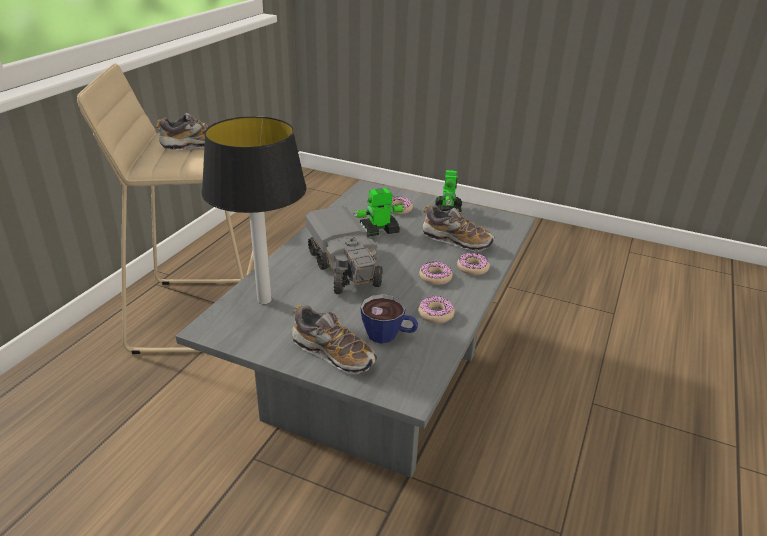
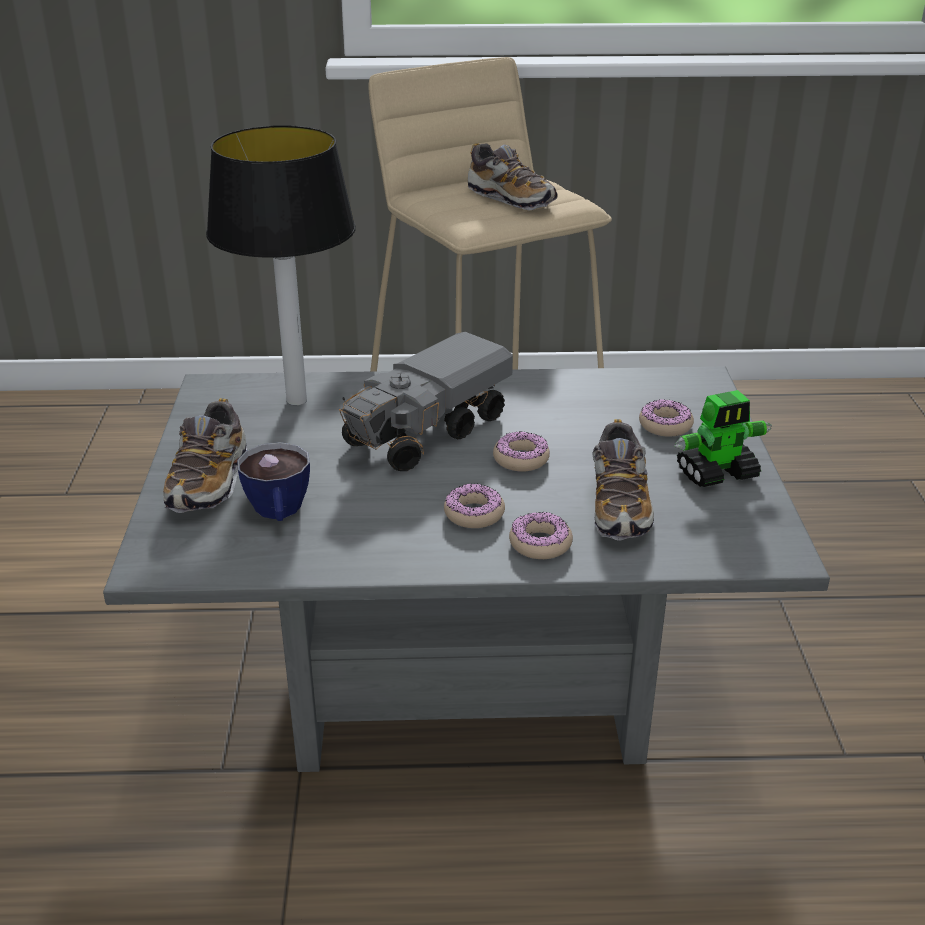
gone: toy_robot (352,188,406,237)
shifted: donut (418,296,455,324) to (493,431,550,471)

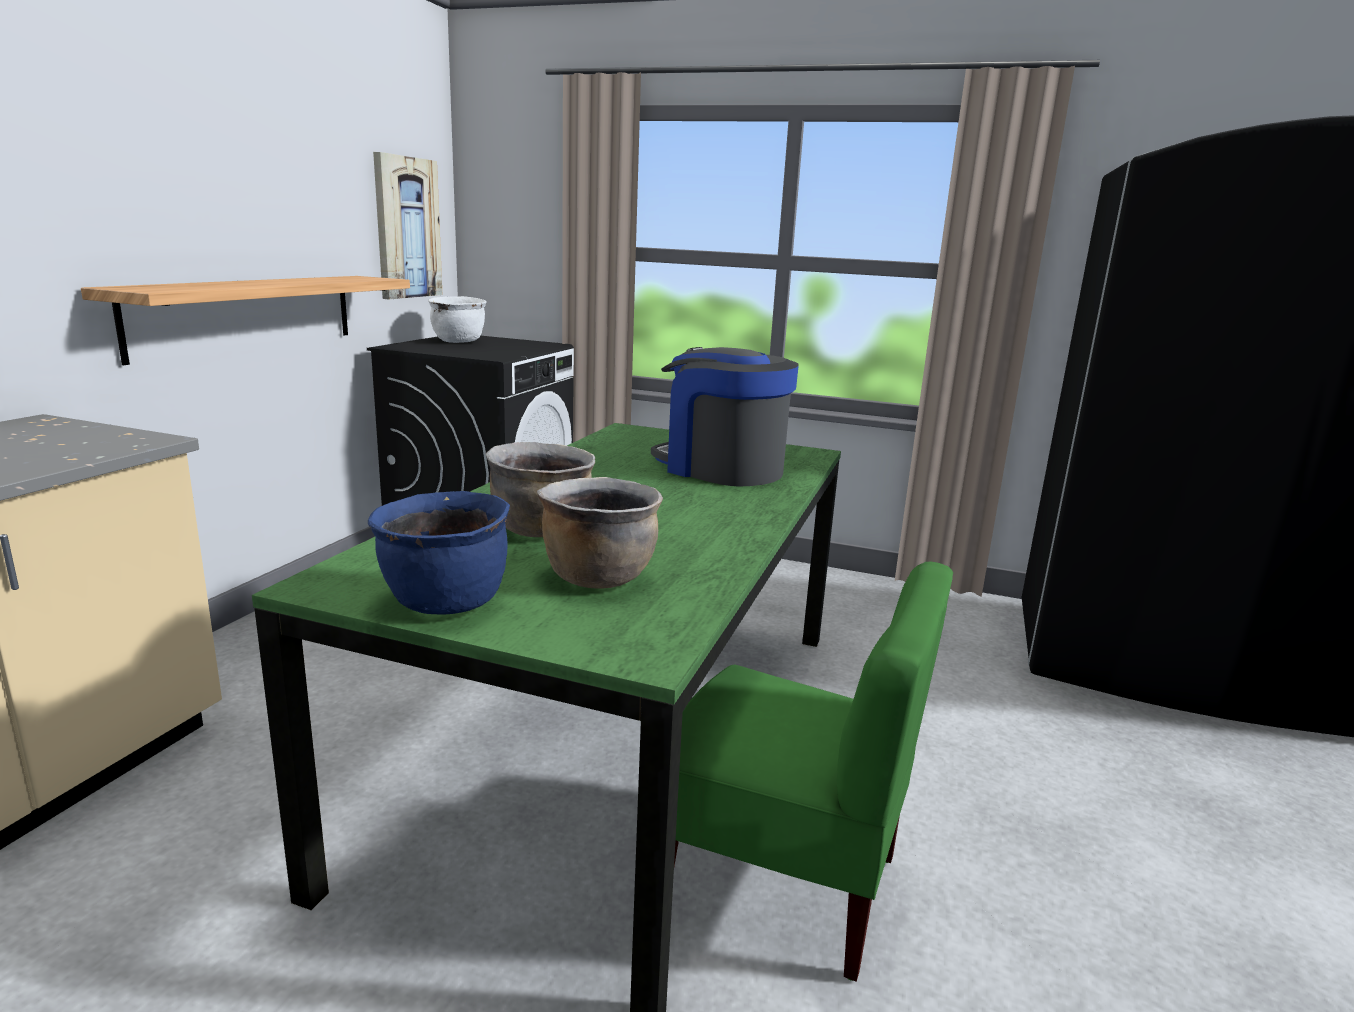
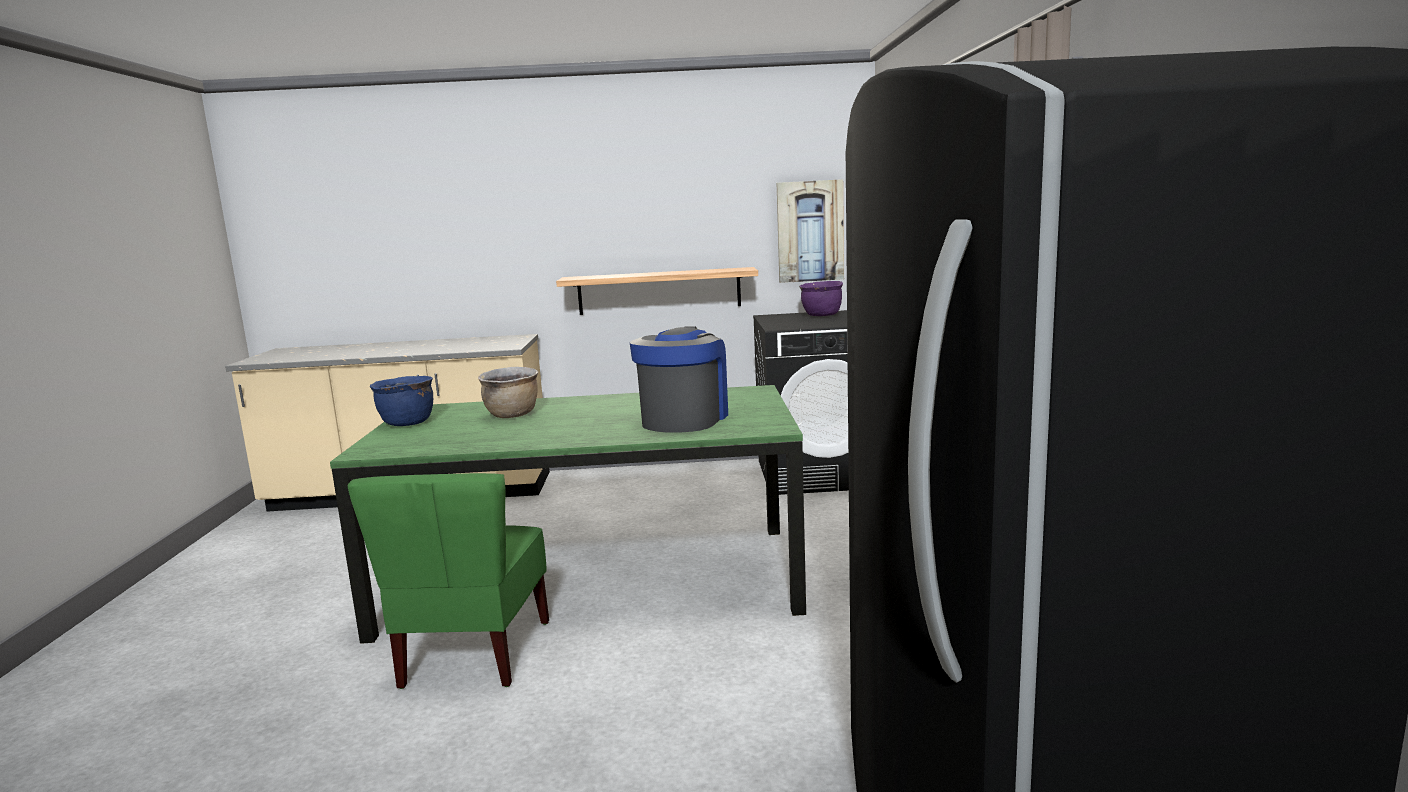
gone: brown_cooking_pot (537,477,663,589)
repainted: white_cooking_pot (428,296,487,343) to purple_cooking_pot (799,281,843,316)

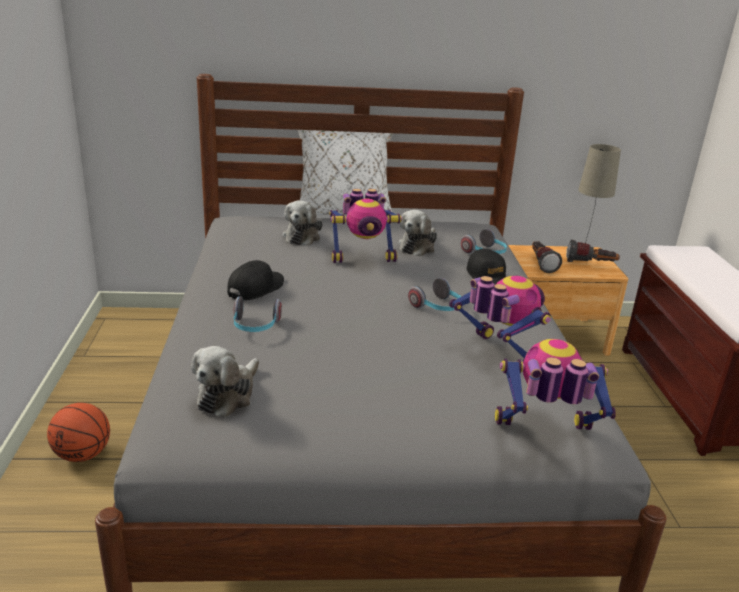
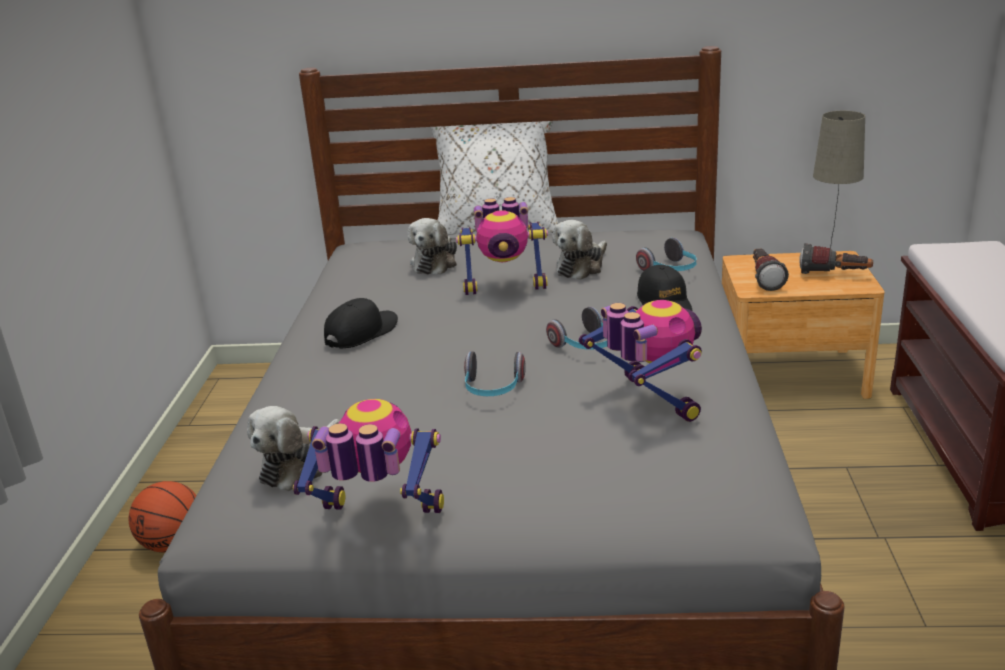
shifted: headphones (234,296,282,332) to (464,351,526,396); toy_robot (495,339,617,430) to (293,399,444,513)

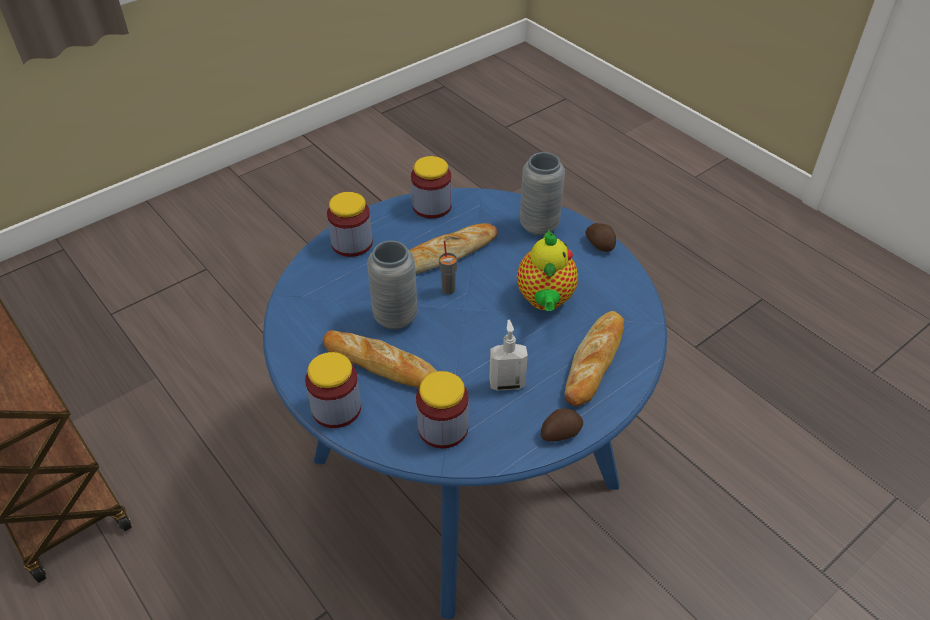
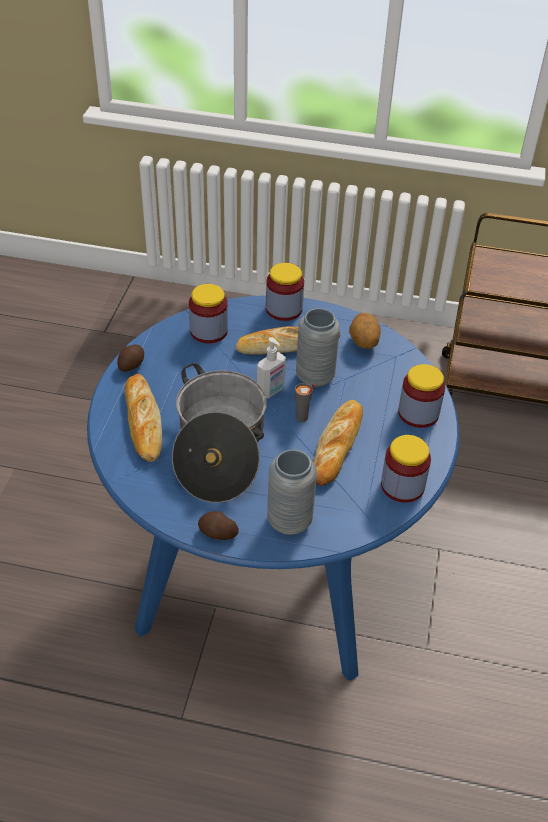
new: potato (349,313,381,349)
shifted: soap_dispenser (489,320,528,391) to (257,337,286,399)
swapped: teapot (517,229,578,311) to cooking_pot (172,363,267,503)

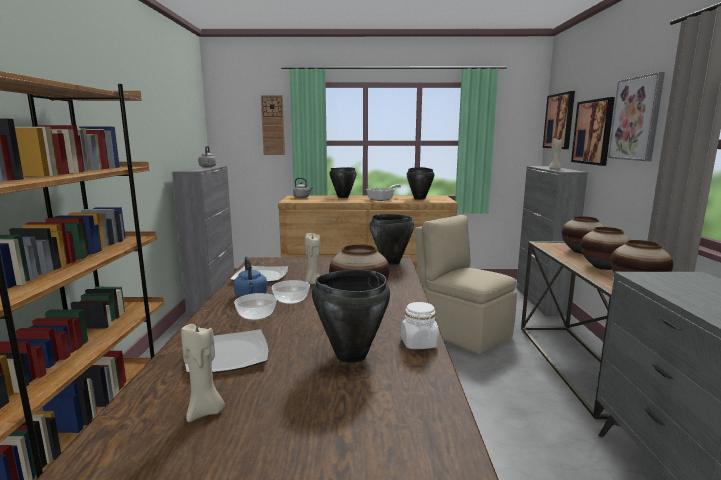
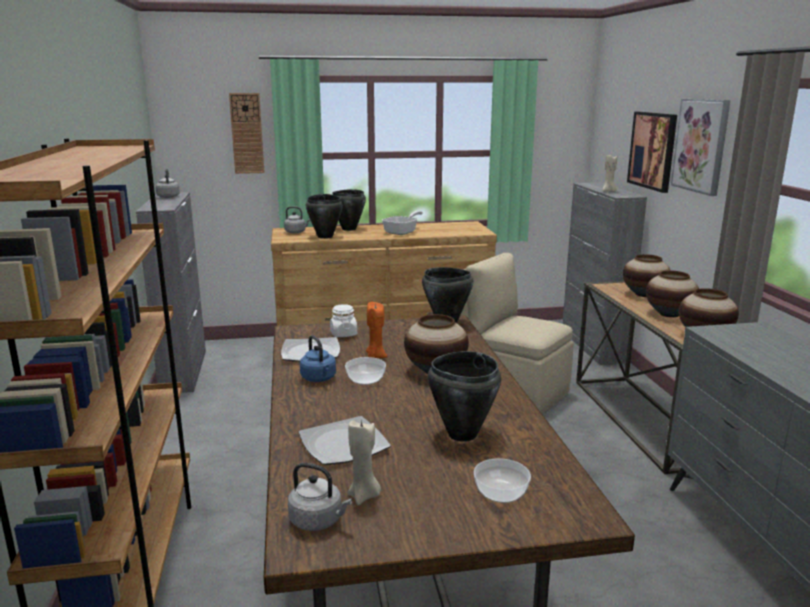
gone: picture (543,91,575,149)
new: grey_kettle (288,463,352,531)
shifted: bowl (234,293,277,321) to (474,458,531,503); white_jar (401,302,439,349) to (330,304,357,337); black_cooking_pot (407,167,434,200) to (306,194,343,239)
repainted: beige_candle (305,233,320,285) to orange_candle (366,302,387,358)

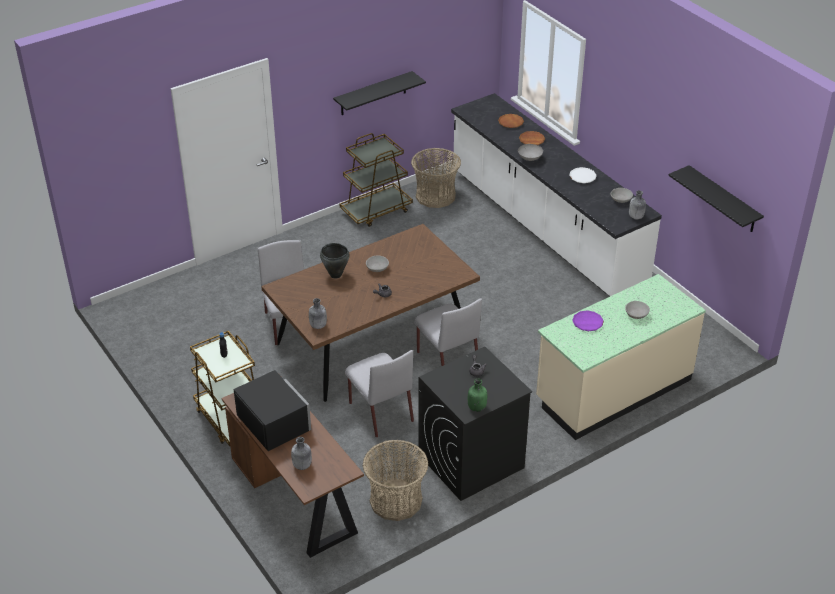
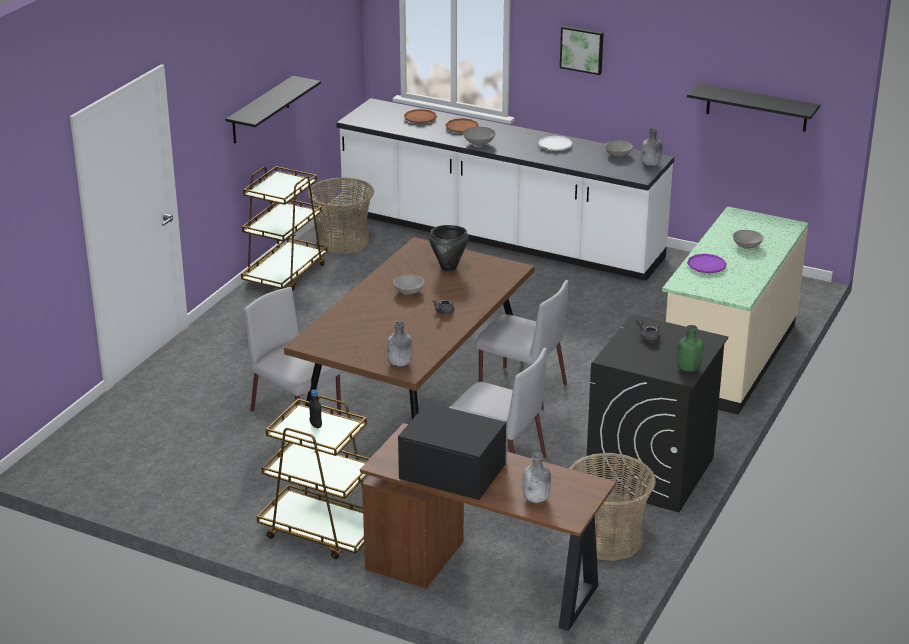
new: picture (560,26,604,75)
shifted: black_cooking_pot (320,243,350,279) to (429,225,469,271)

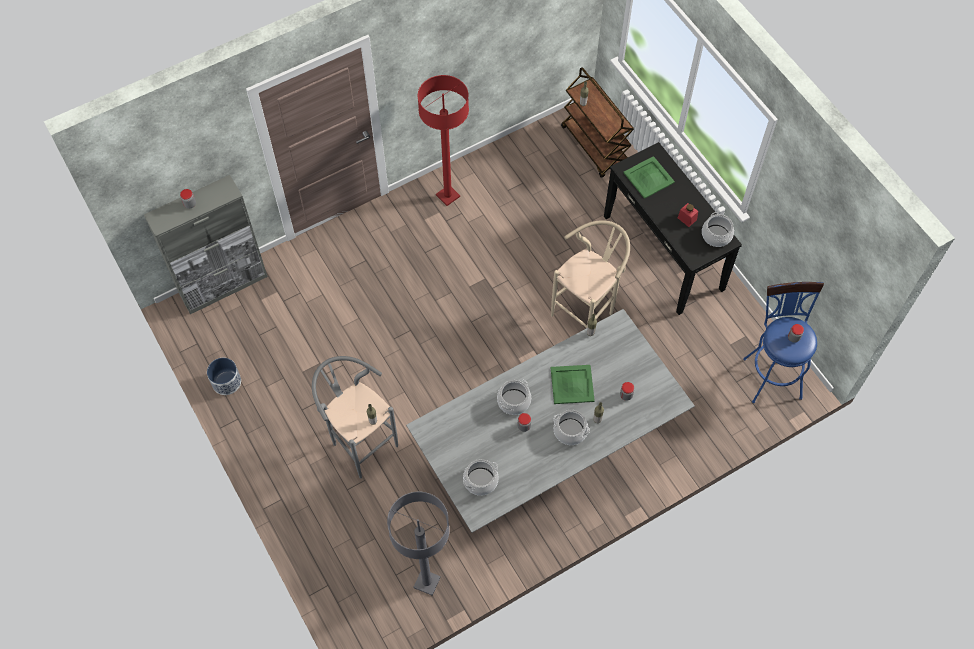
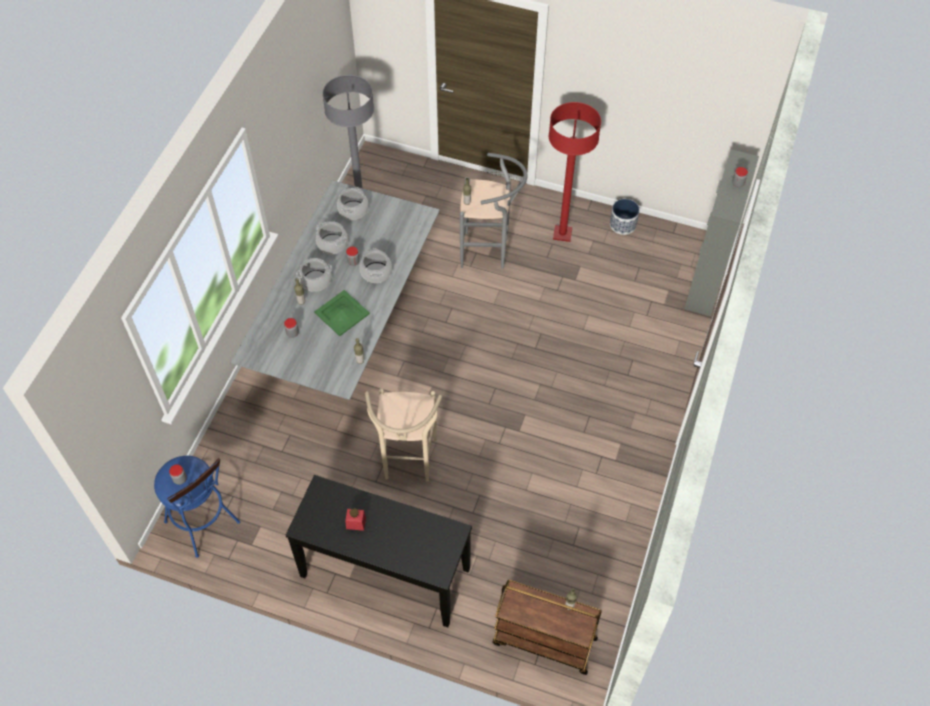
gone: green_tray (623,156,675,199)
shifted: red_floor_lamp (418,75,469,206) to (549,102,601,242); cooking_pot (702,212,734,247) to (316,221,348,254)

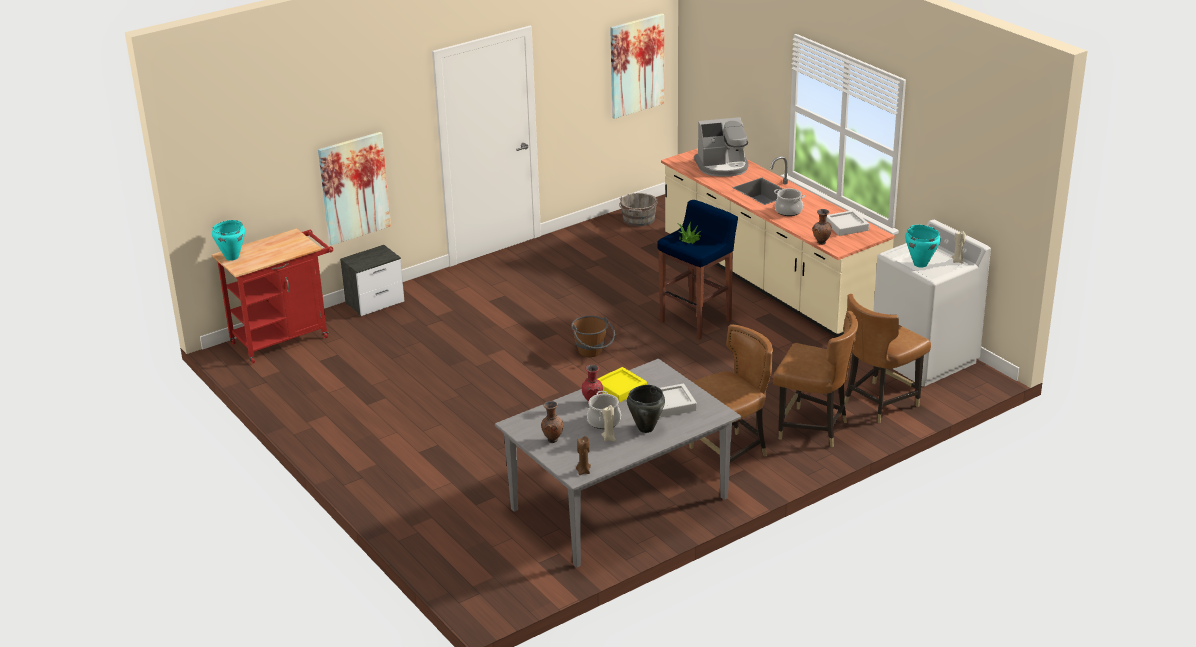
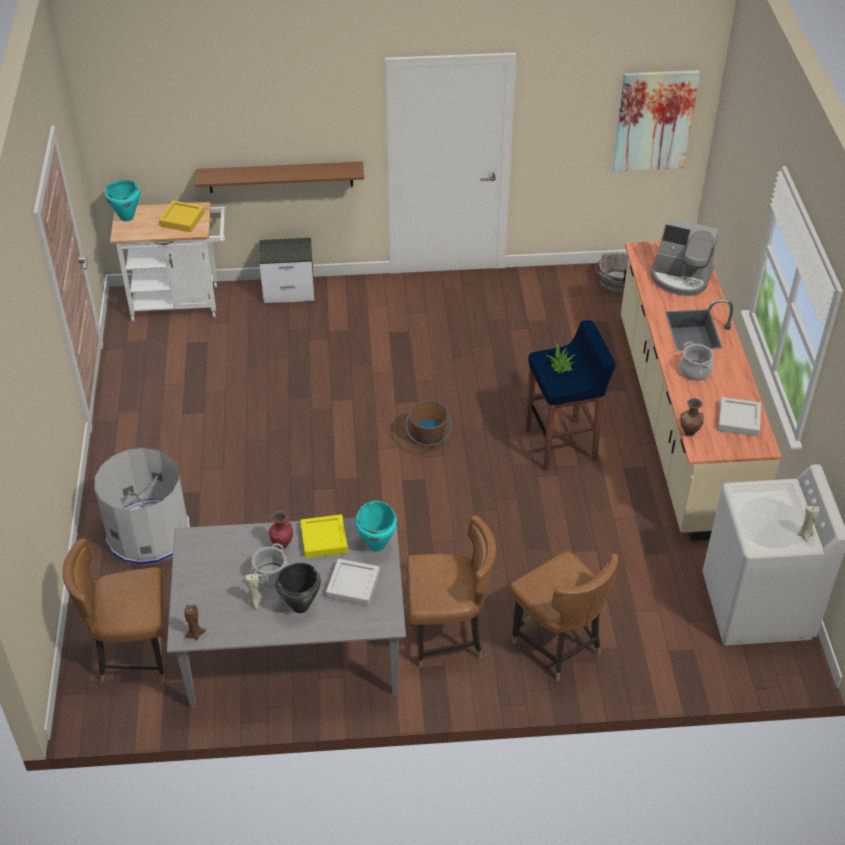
gone: brown_vase (541,401,563,443)
new: grey_trash_can (95,448,190,565); yellow_tray (159,201,205,232)
shifted: brown_chair (844,294,931,423) to (63,538,165,683); turquoise_cooking_pot (905,225,941,267) to (355,501,397,551)
swapped: picture (318,132,391,245) to brown_shelf (195,162,364,193)
repainted: red_cart (212,228,333,364) to white_cart (110,202,226,321)

